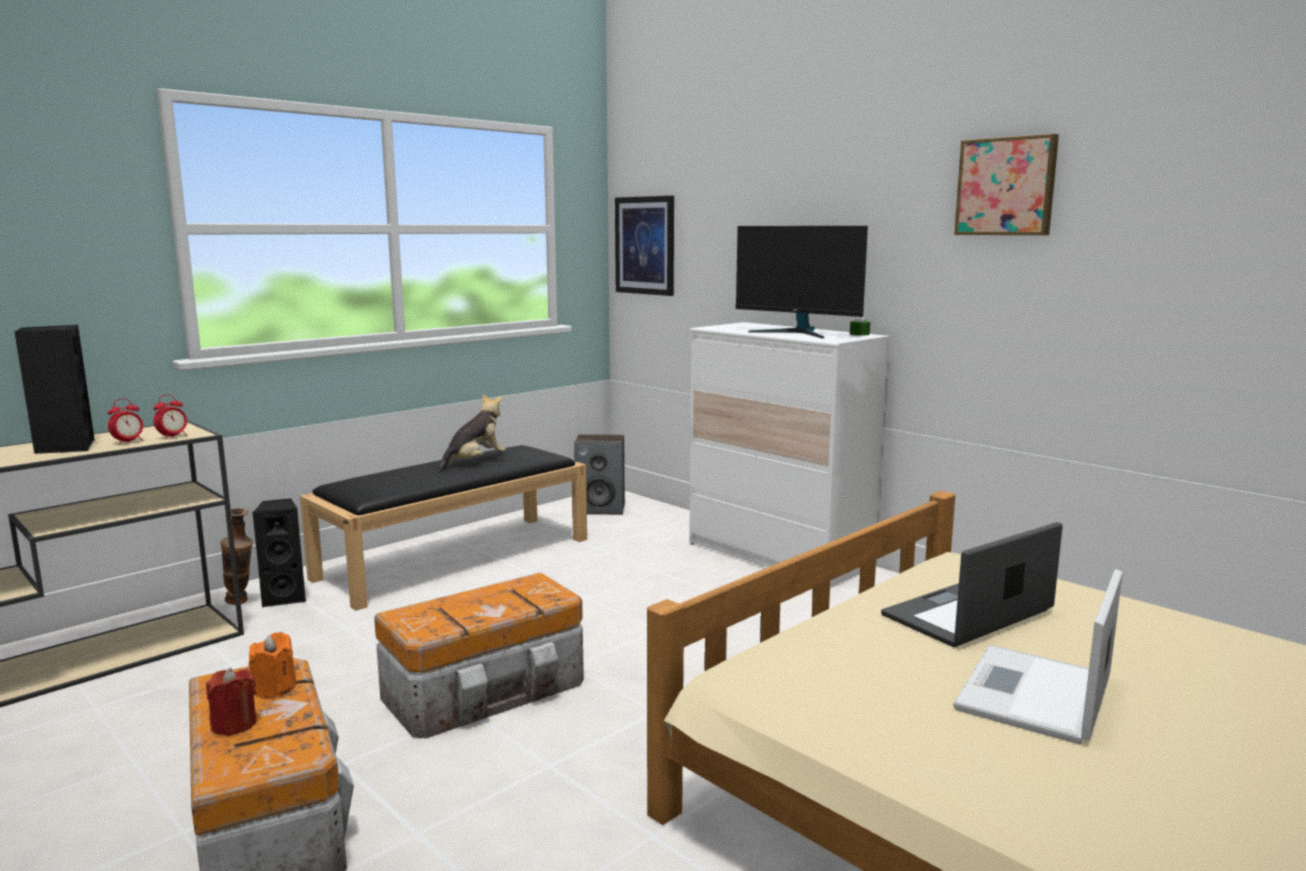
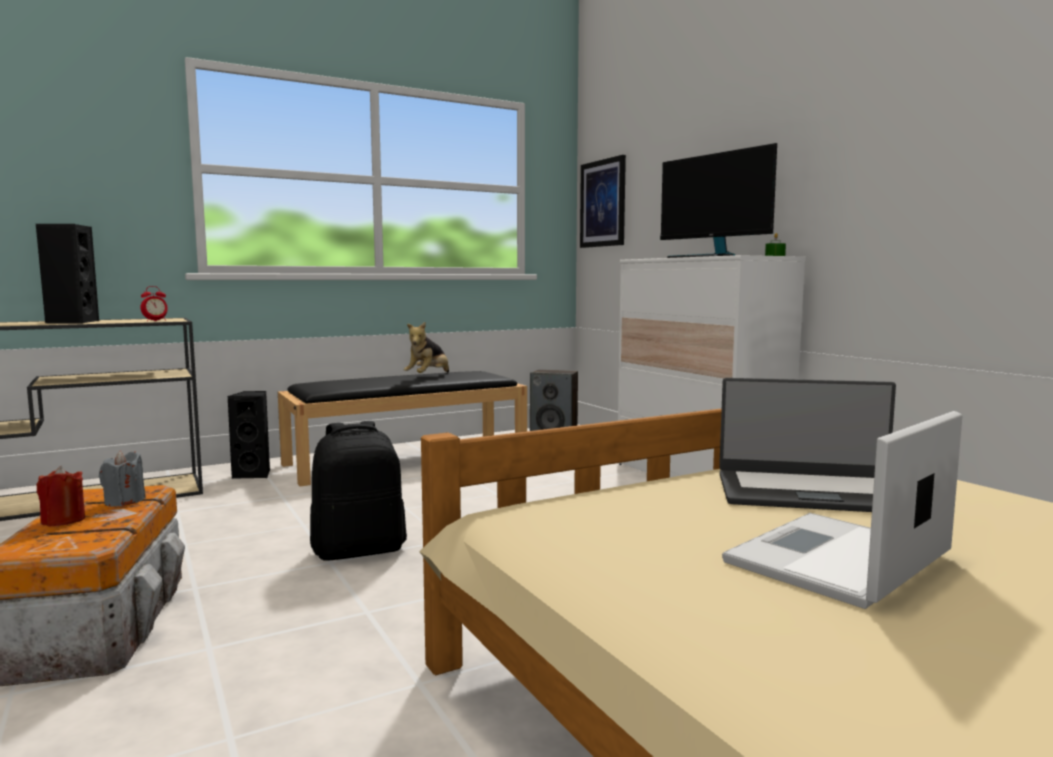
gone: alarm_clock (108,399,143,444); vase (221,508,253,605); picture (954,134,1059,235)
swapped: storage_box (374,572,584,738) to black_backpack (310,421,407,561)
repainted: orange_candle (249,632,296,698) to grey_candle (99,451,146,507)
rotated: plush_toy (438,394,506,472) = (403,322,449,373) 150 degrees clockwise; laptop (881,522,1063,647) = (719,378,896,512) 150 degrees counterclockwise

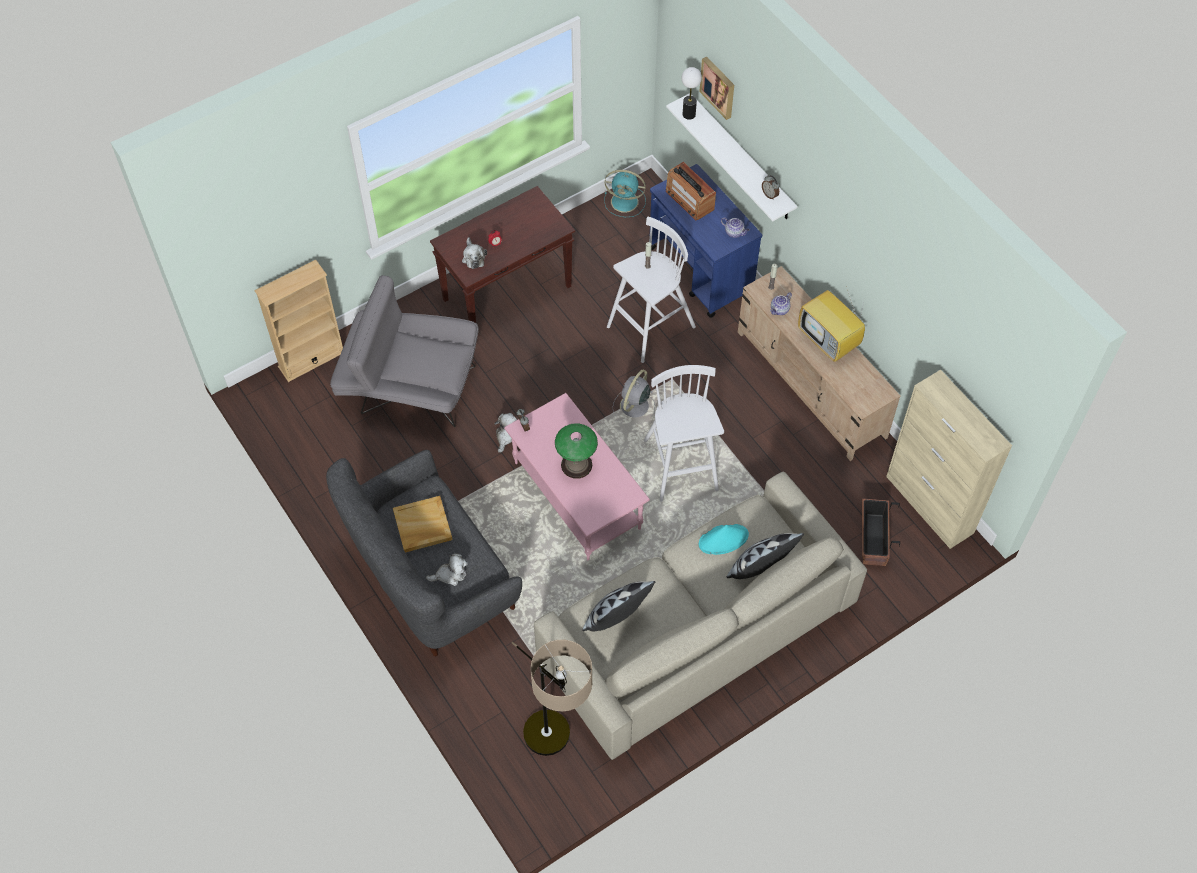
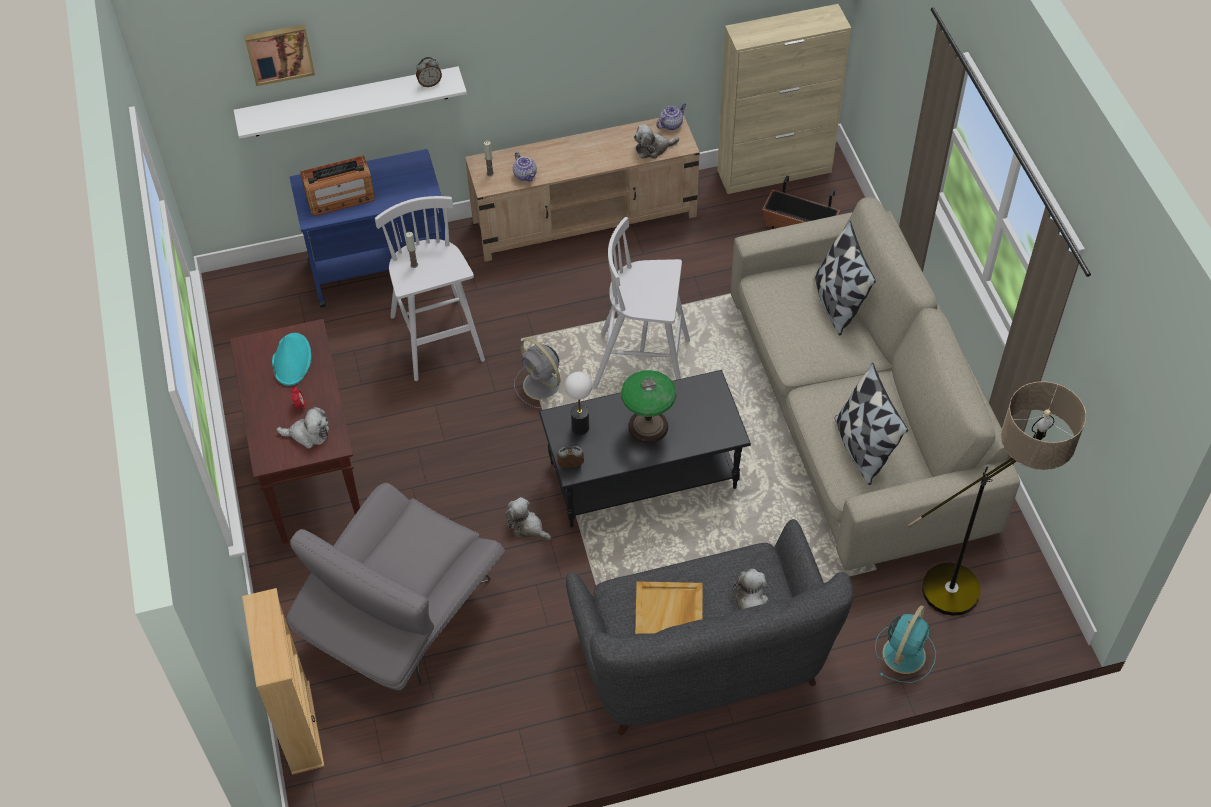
gone: television (798,286,865,362)
new: plush_toy (634,124,679,159)
shifted: turquoise_fan (604,170,646,217) to (875,605,936,683); table_lamp (681,67,702,120) to (565,372,592,435); turquoise_hat (699,524,749,555) to (272,333,312,386); teapot (721,217,750,238) to (656,103,687,130)
repainted: pink_coffee_table (504,393,650,560) to black_coffee_table (539,370,751,528)

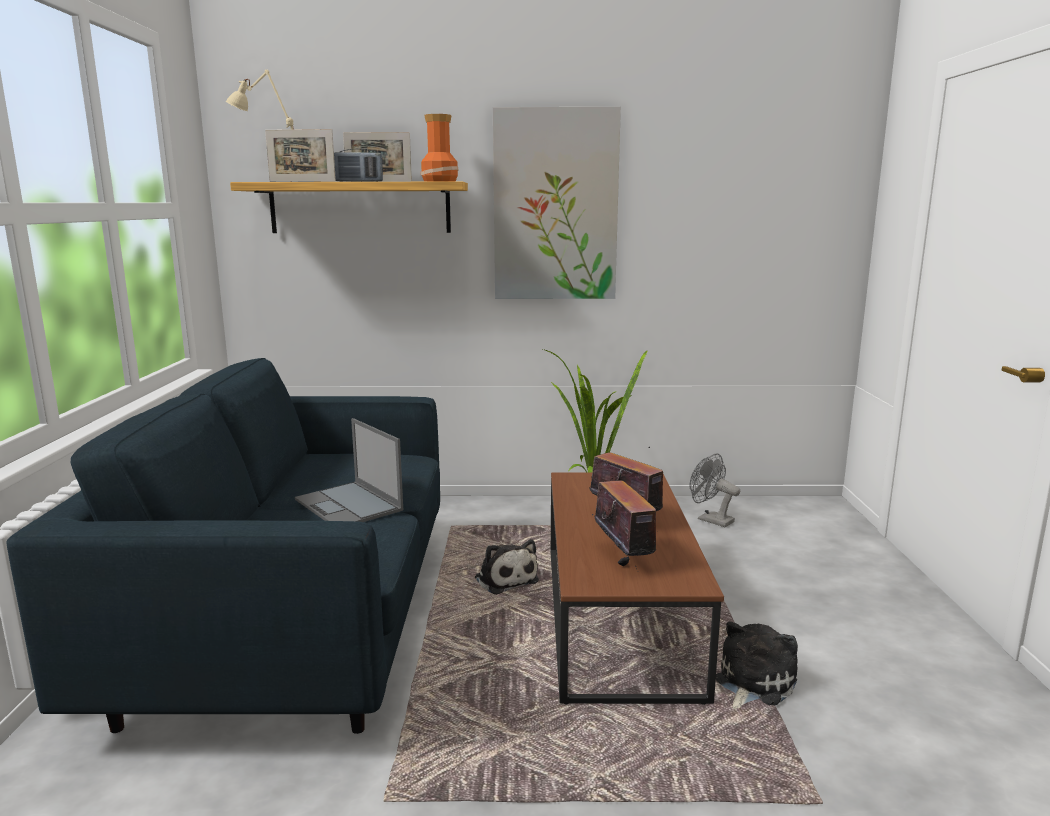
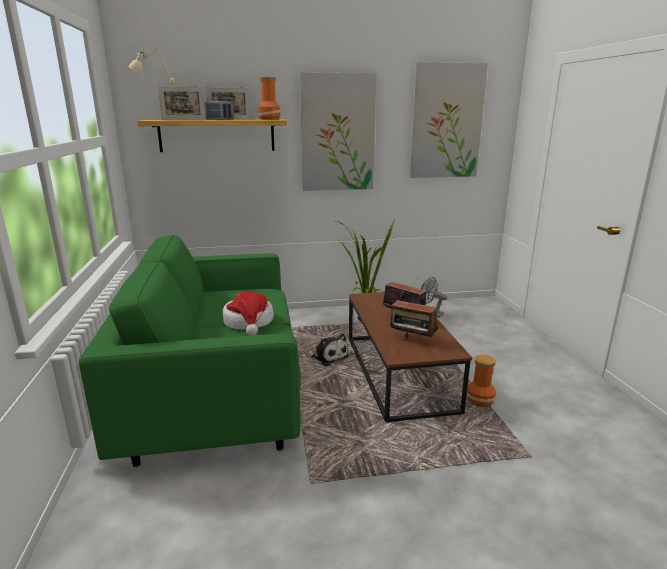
new: picture (409,62,488,178)
swapped: laptop (295,418,403,522) to hat (223,291,274,336); plush_toy (716,621,798,709) to vase (467,354,496,407)
repainted: blue_sofa (6,358,440,734) to green_sofa (79,235,301,467)
rotated: radio (592,480,658,569) = (390,300,438,338) 150 degrees clockwise

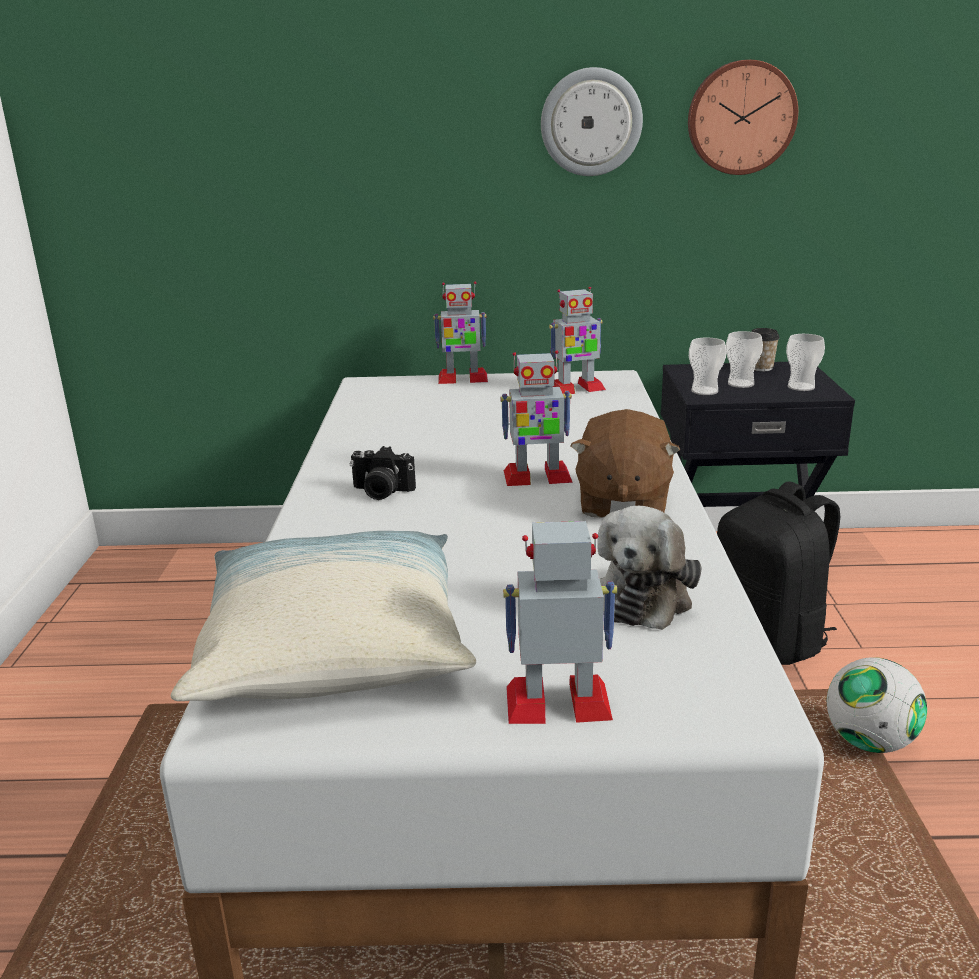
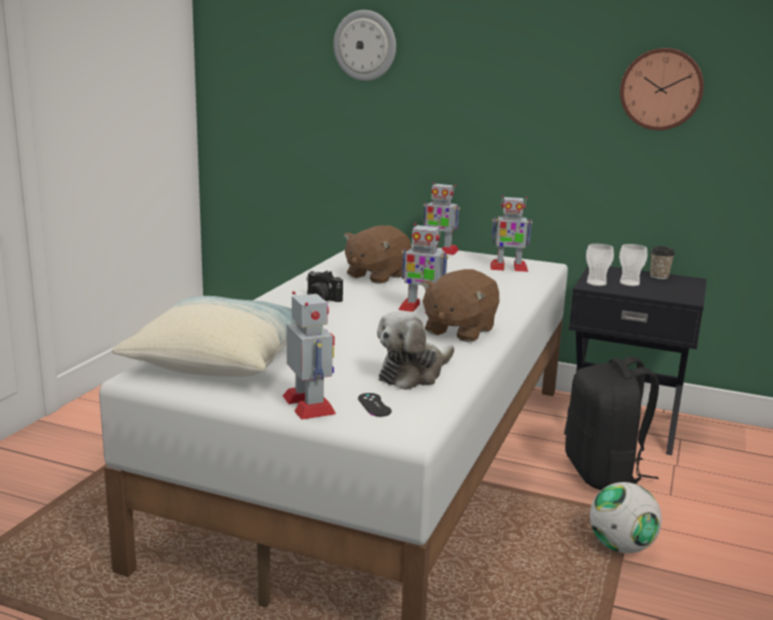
gone: cup (786,334,825,391)
new: brown_plush_toy (344,225,412,284); black_game_controller (358,393,392,417)
shifted: wall_clock (541,67,643,176) to (333,10,396,81)
rotated: toy_robot (503,521,617,724) = (282,291,336,420) 45 degrees clockwise

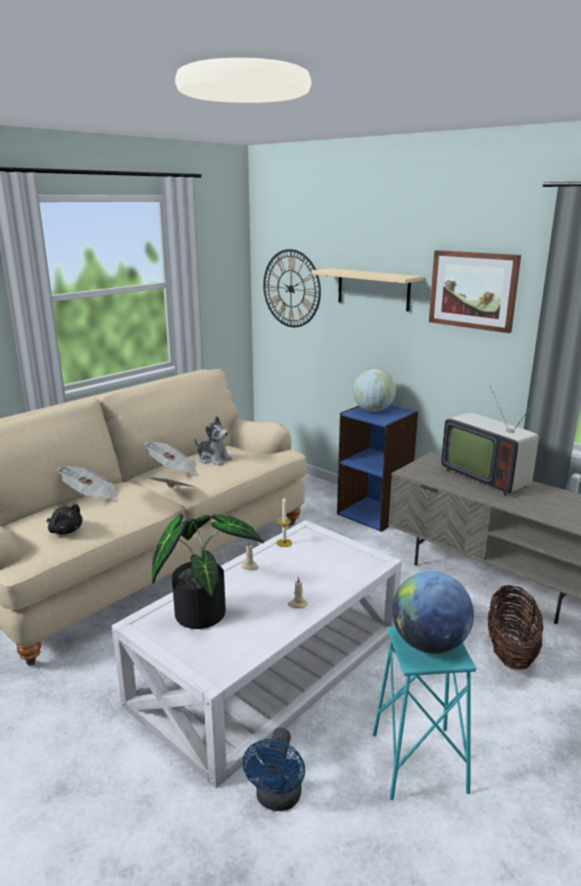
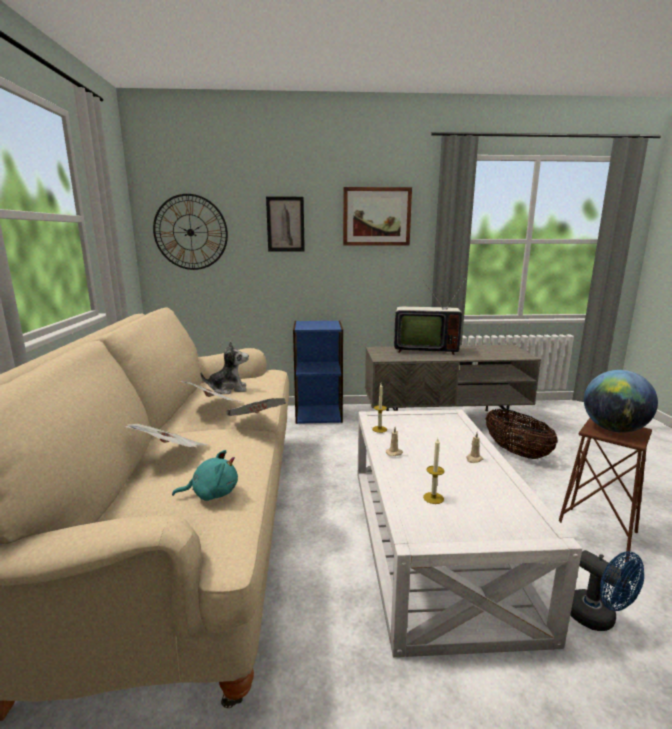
gone: globe (353,369,396,412)
swapped: potted_plant (152,514,264,629) to candle (423,438,445,504); beige_shelf (311,268,423,311) to picture (266,196,305,251)
repainted: black_plush_toy (47,504,83,534) to turquoise_plush_toy (172,450,238,501); turquoise_stool (373,626,476,800) to brown_stool (559,418,652,562)

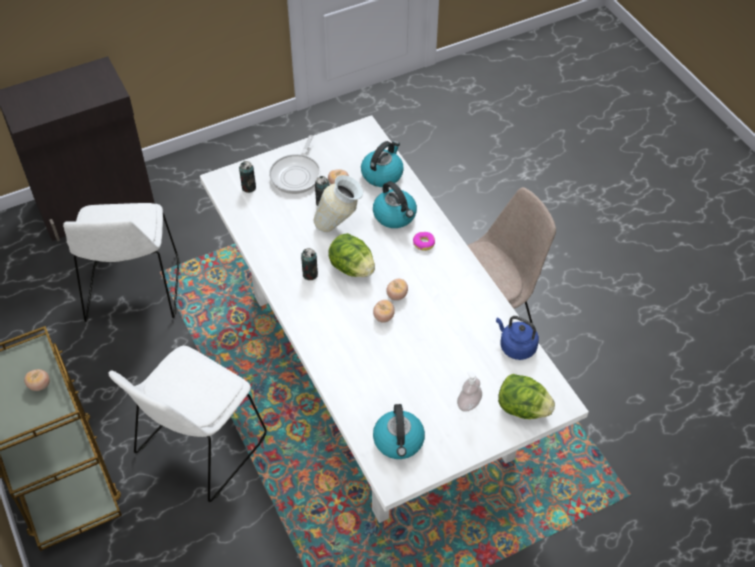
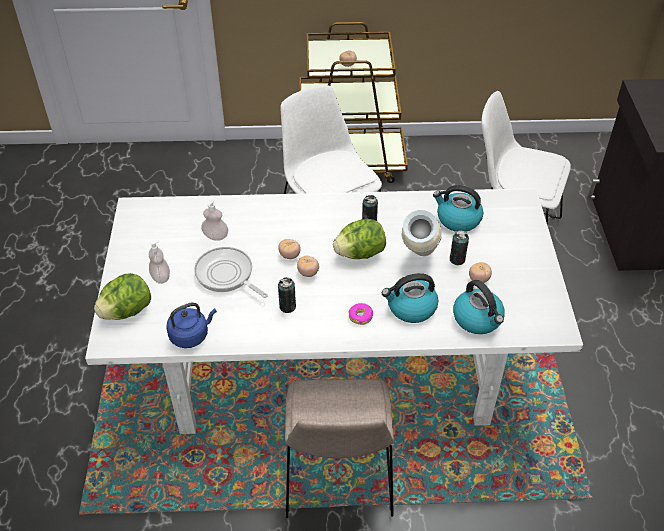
new: soap_dispenser (201,199,229,241)
shifted: can (239,161,256,193) to (278,277,296,313); frying_pan (269,135,320,194) to (194,247,268,298); kettle (373,404,425,459) to (433,185,483,232)

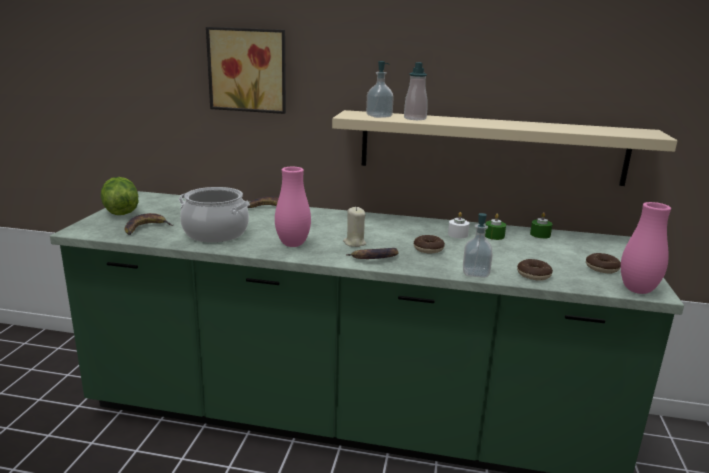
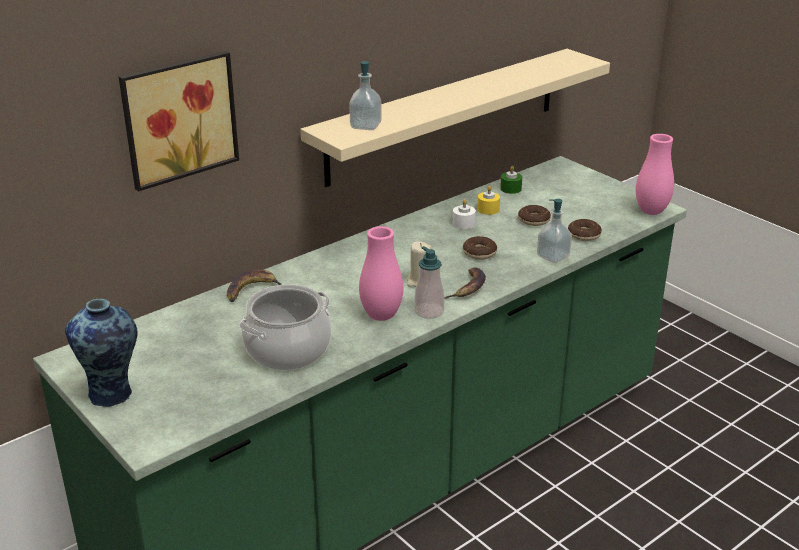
gone: banana (124,213,173,235)
shifted: soap_dispenser (404,62,428,120) to (415,246,444,319); donut (586,253,621,273) to (518,205,551,226)
swapped: lettuce (101,177,138,215) to vase (65,298,138,407)
repainted: green_candle (485,213,506,240) to yellow_candle (477,186,500,215)

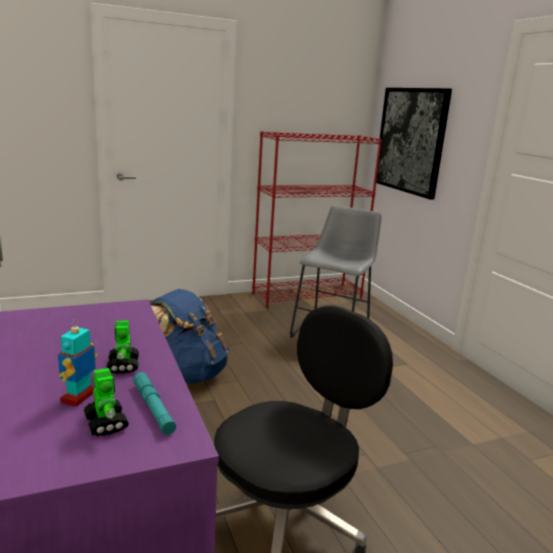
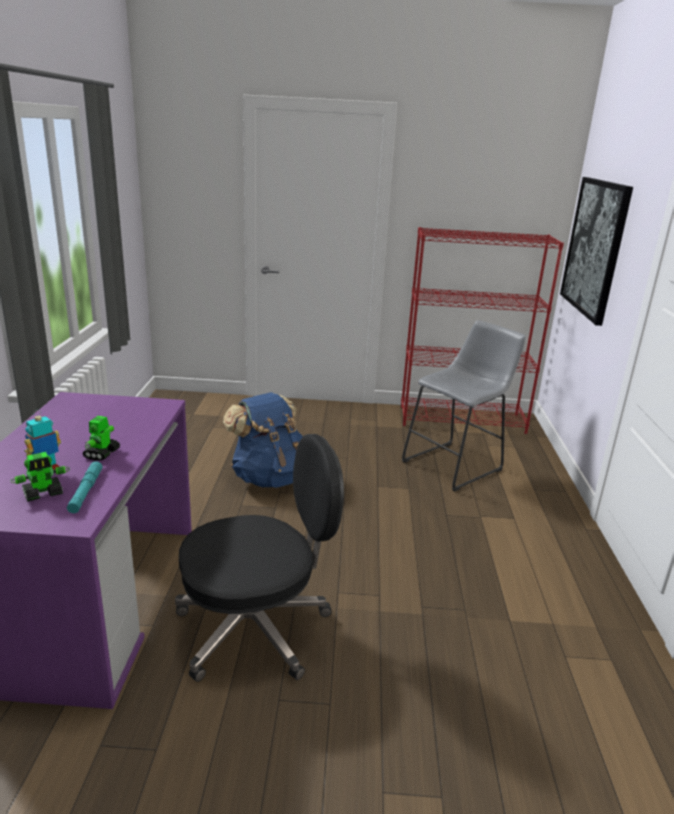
rotated: toy_robot (84,368,129,436) = (11,452,70,502) 60 degrees clockwise

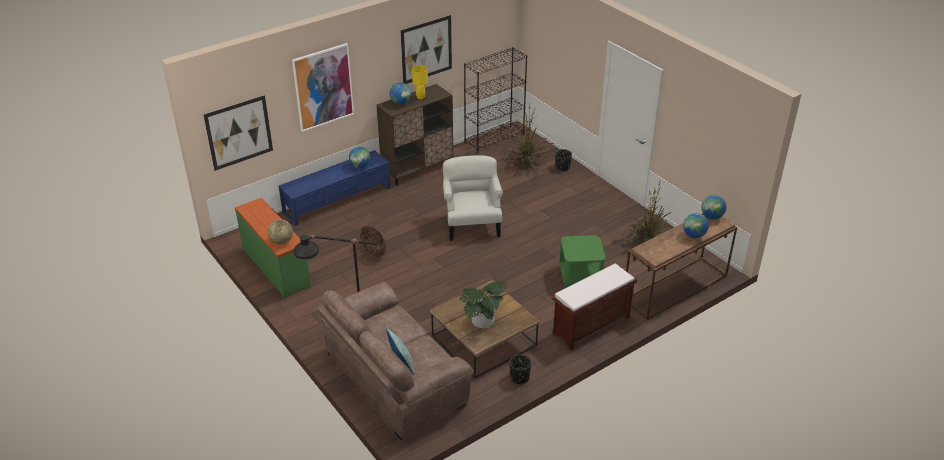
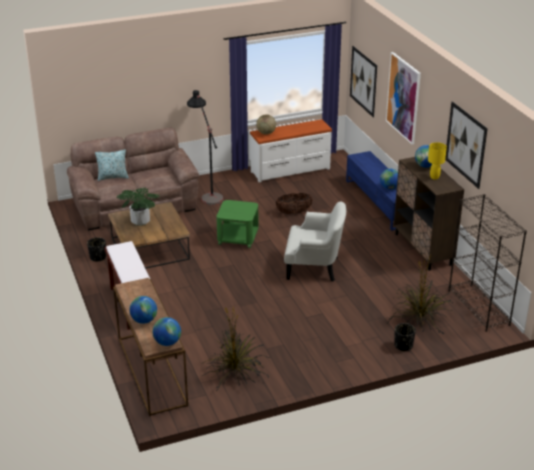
shifted: green_side_table (559,235,605,288) to (216,200,258,249)
repainted: green_dresser (235,198,311,299) to white_dresser (250,119,332,182)

